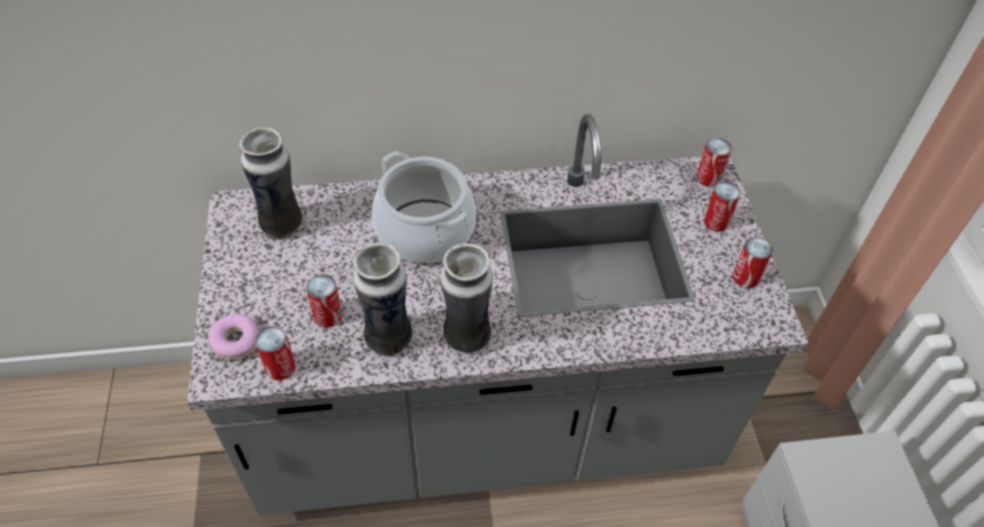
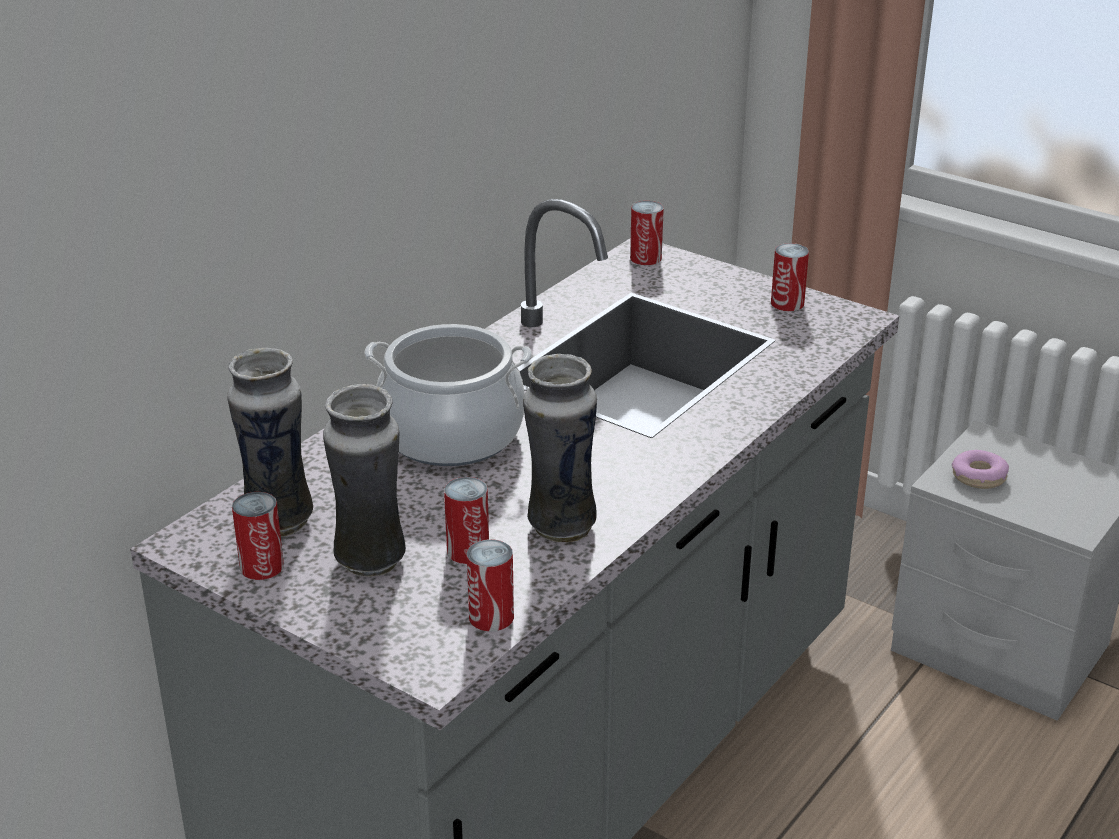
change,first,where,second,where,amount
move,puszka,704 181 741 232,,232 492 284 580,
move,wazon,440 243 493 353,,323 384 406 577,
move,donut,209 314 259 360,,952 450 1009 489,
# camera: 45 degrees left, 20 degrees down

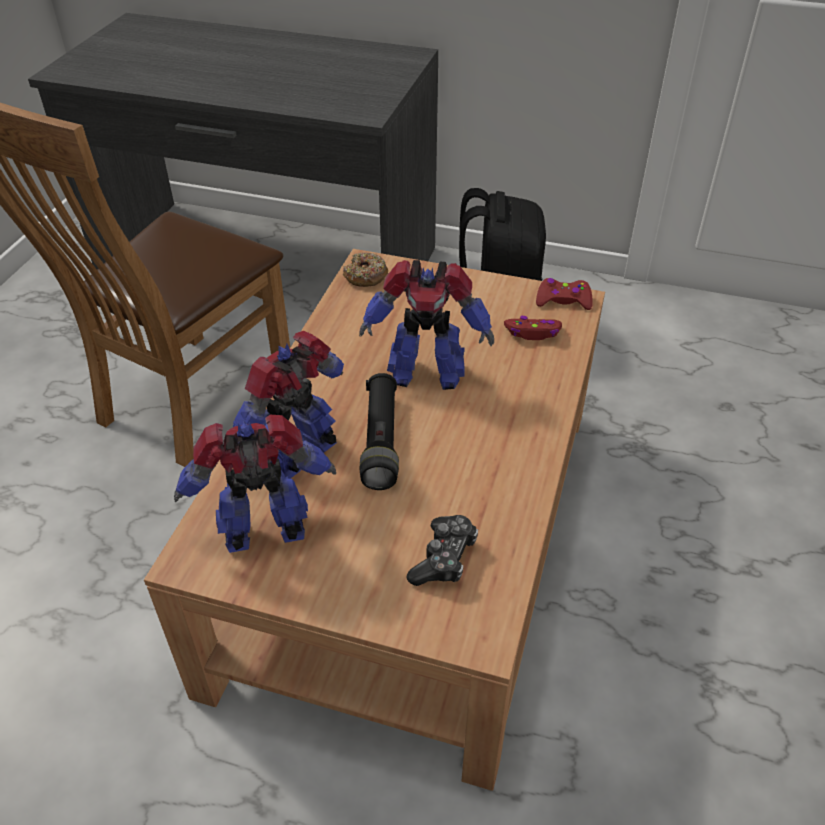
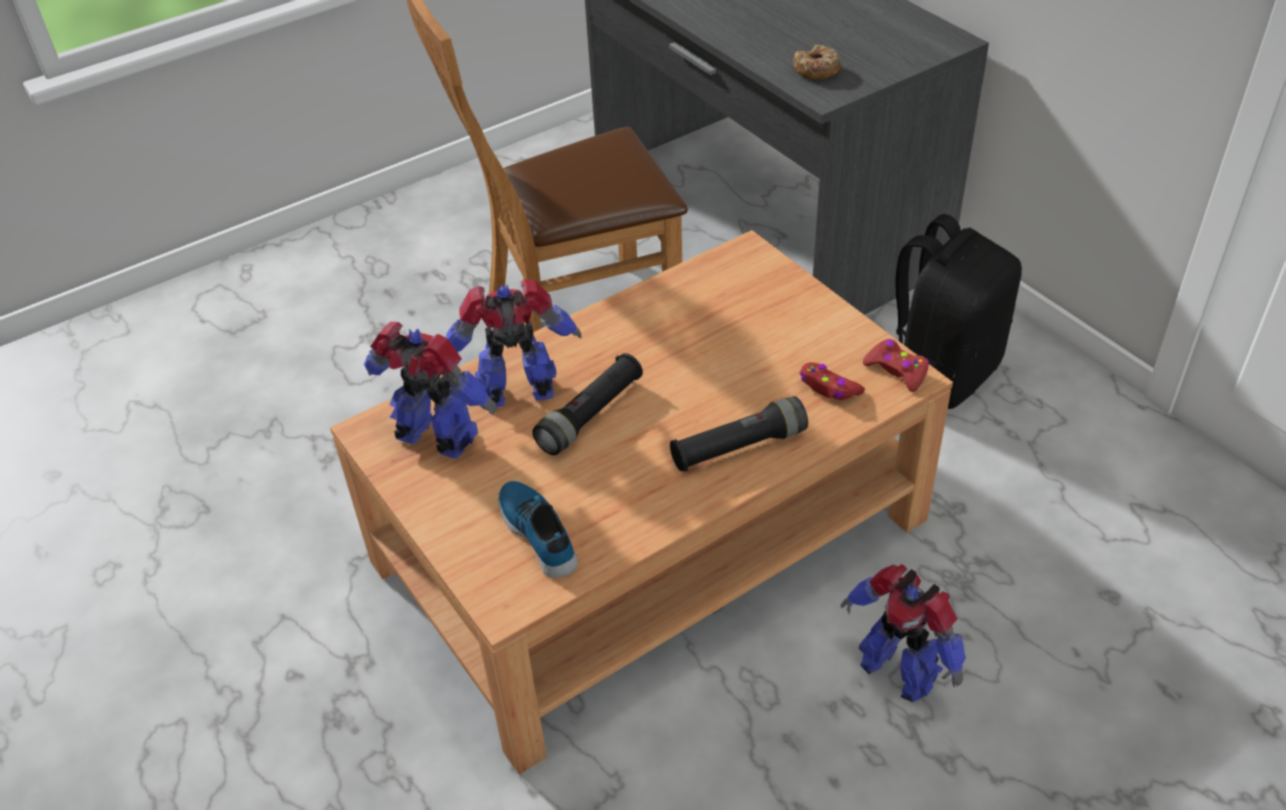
change,first,where,second,where,amount
replace,pad do gier,406 515 478 586,but,498 481 578 578,
insert,,,latarka (czarny),670 396 808 472,
move,donut,343 252 388 287,,793 45 841 80,
move,robot zabawkowy,359 260 494 390,,840 564 966 702,
# camera: 40 degrees right, 0 degrees up

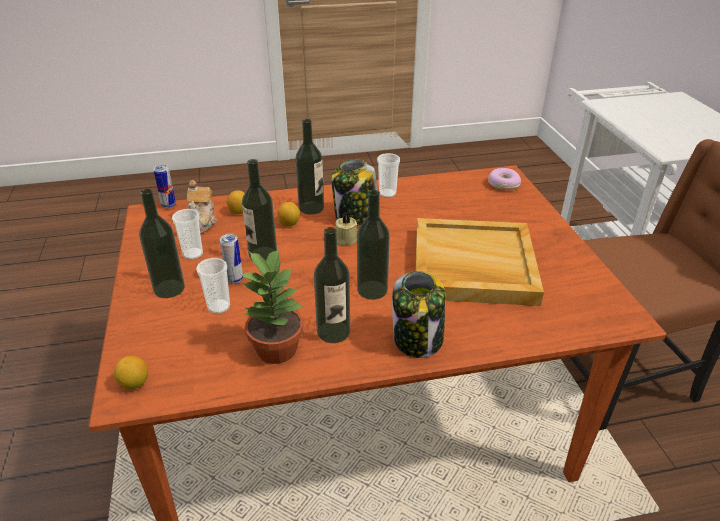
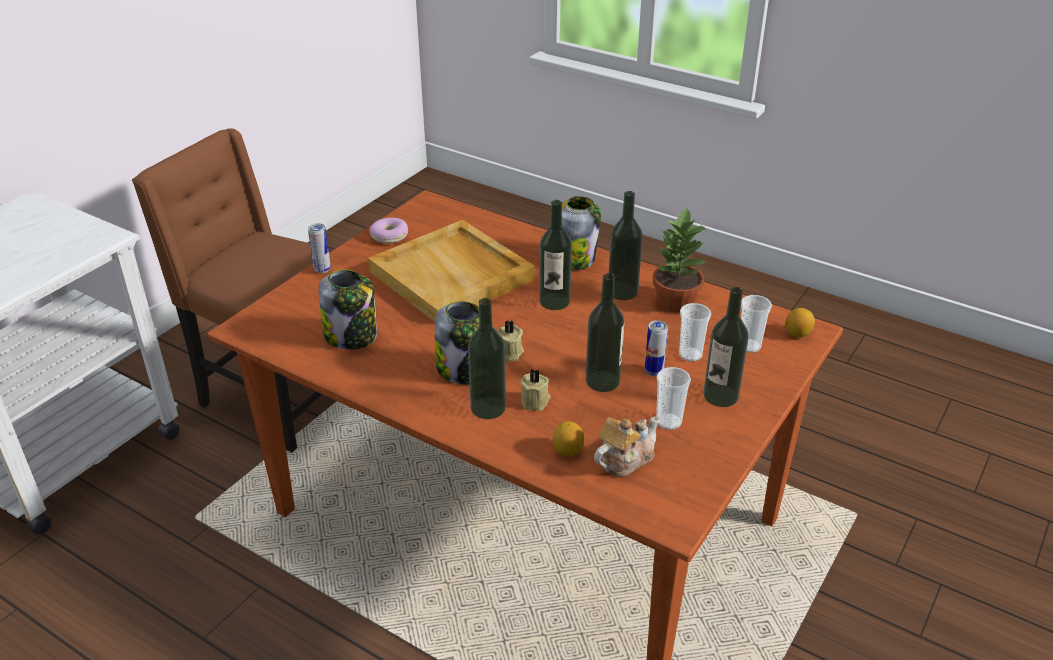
change,first,where,second,where,amount
move,puszka,153 165 176 208,,308 223 331 273,
insert,,,słoik,319 269 377 350,
move,donut,488 168 521 190,,369 218 408 244,
replace,cytryna,277 202 300 226,świeca (beżowy),521 368 551 411,
move,filiżanka,377 153 400 198,,741 295 772 353,
# camera: 135 degrees left, 0 degrees up

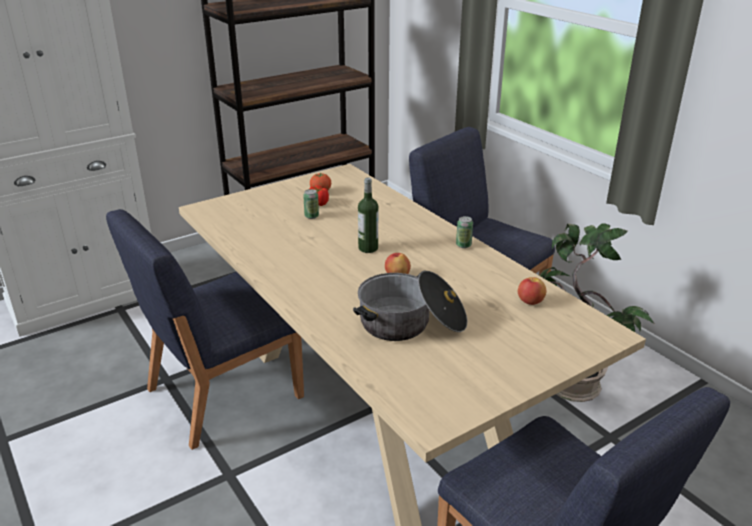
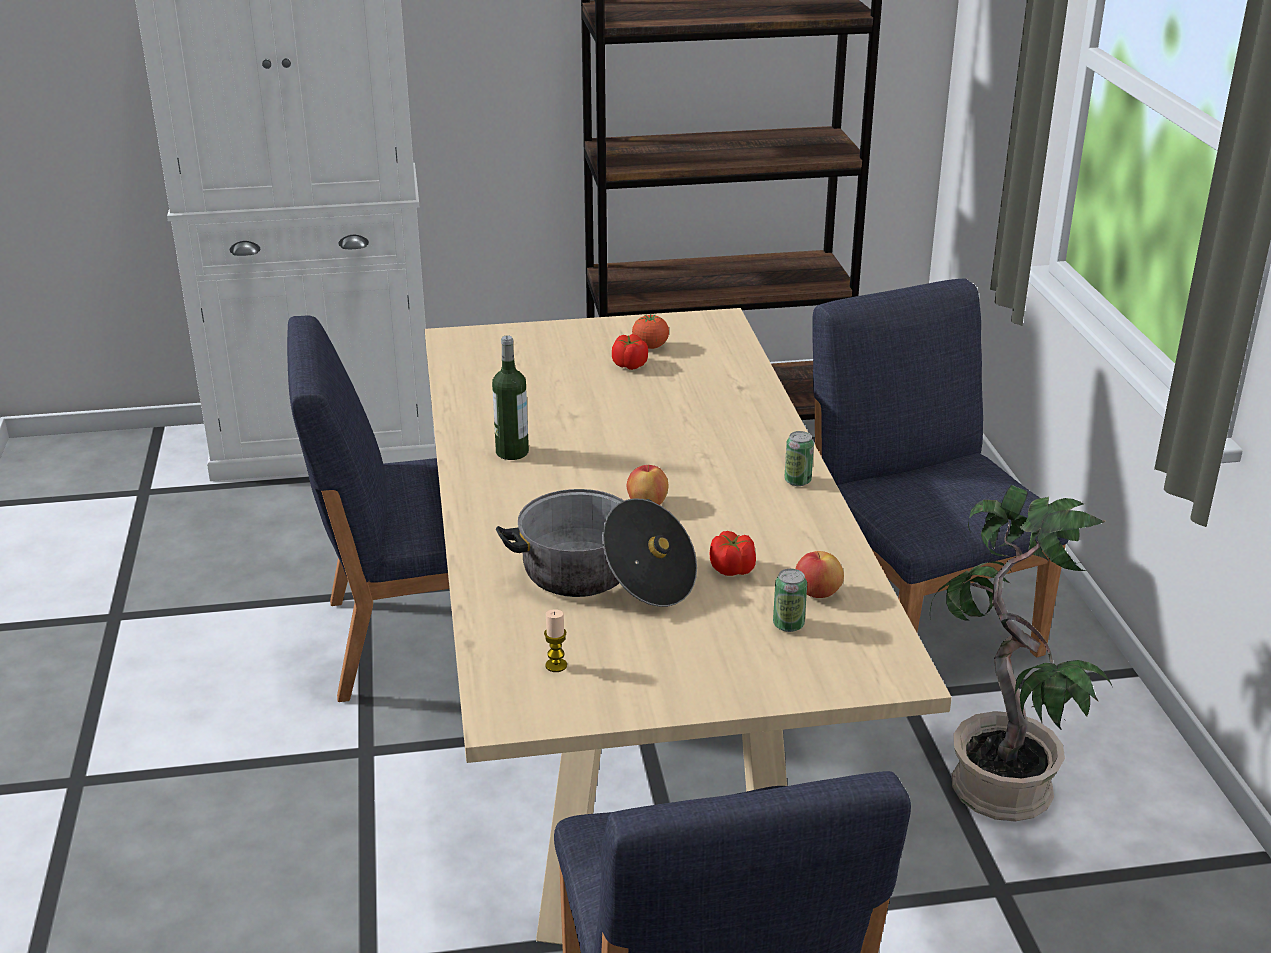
change,first,where,second,where,amount
move,butelka,358 177 378 253,,492 335 529 460,
insert,,,świeca,544 609 567 672,
insert,,,pomidor,710 531 756 576,
move,puszka,303 189 319 219,,773 569 807 632,
# camera: 25 degrees right, 0 degrees up

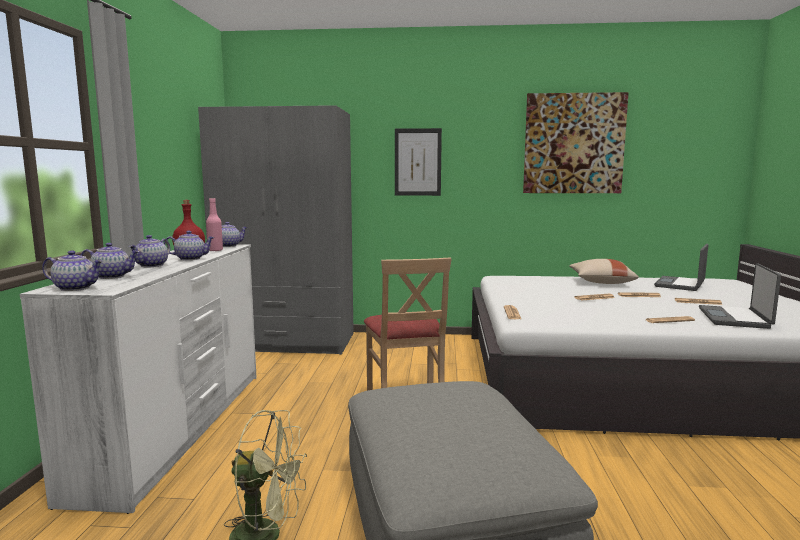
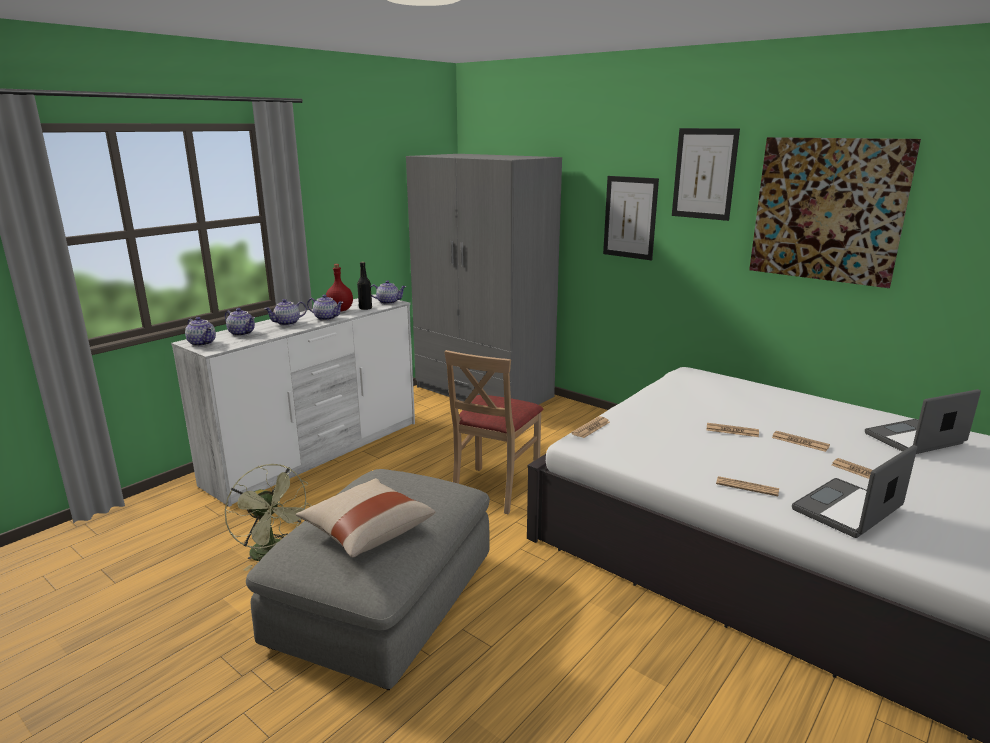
change,first,where,second,where,amount
move,poduszka (beżowy),569 259 639 284,,296 478 435 558,
recolor,butelka (różowy),206 198 223 251,butelka (czarny),357 262 372 310,
insert,,,obraz,672 128 740 221,
# camera: 35 degrees right, 10 degrees up

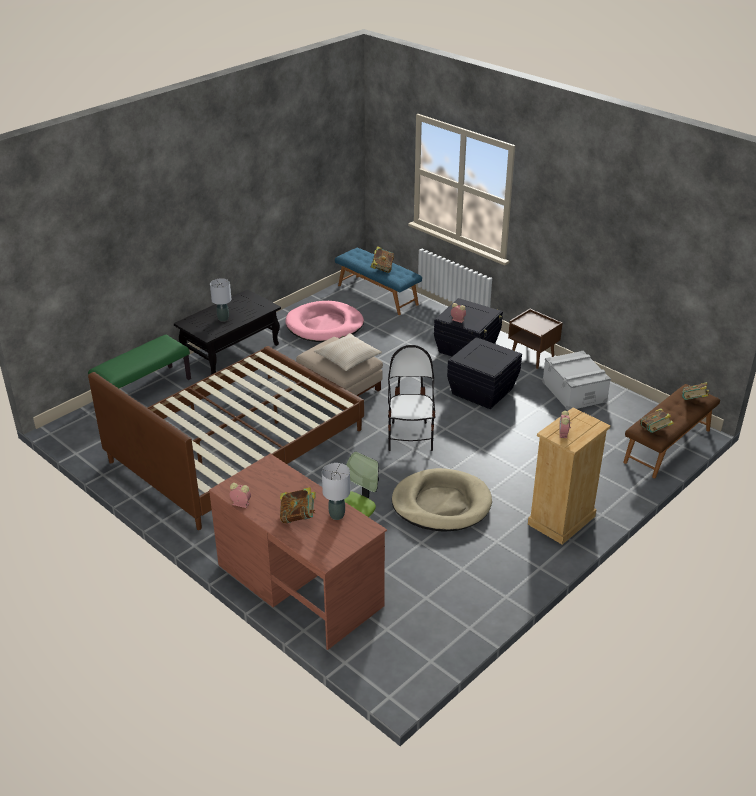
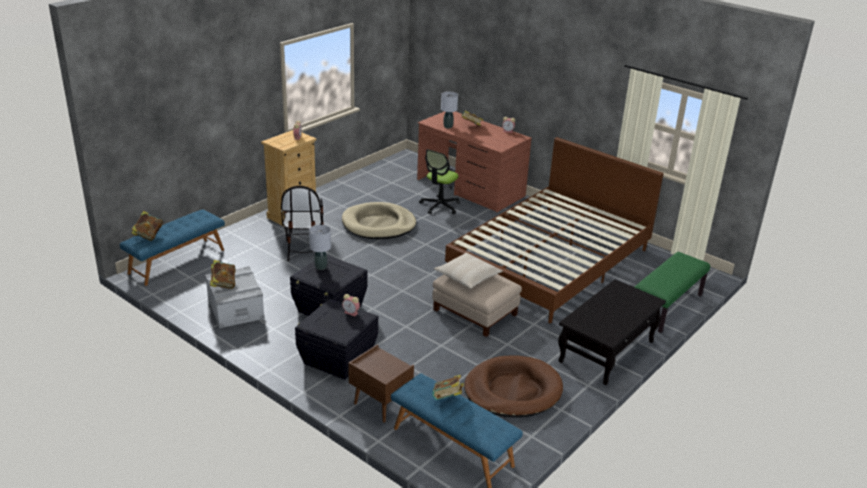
change,first,where,second,where,amount
recolor,ławka (brązowy),623 384 720 478,ławka (niebieski),120 209 225 286,
move,książka,640 408 674 433,,210 260 235 289,
move,krzesło,388 345 435 451,,281 186 323 261,
move,lampa stołowa (szary),210 278 231 322,,309 225 331 270,
move,szafka nocna (brązowy),508 309 563 369,,348 344 414 423,
recolor,legowisko (różowy),285 301 364 342,legowisko (brązowy),464 355 563 418,
# camera: 175 degrees right, 5 degrees down

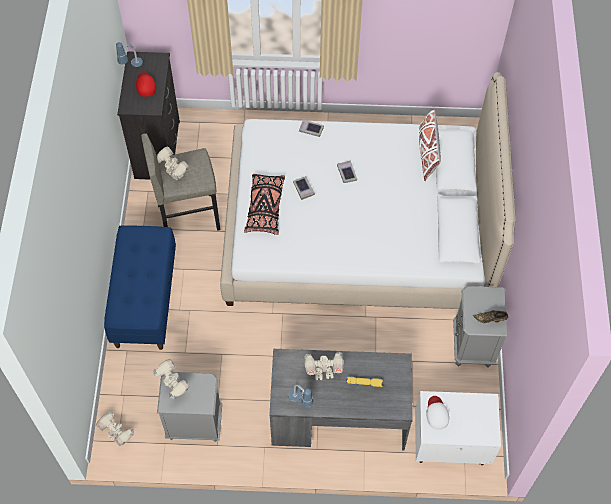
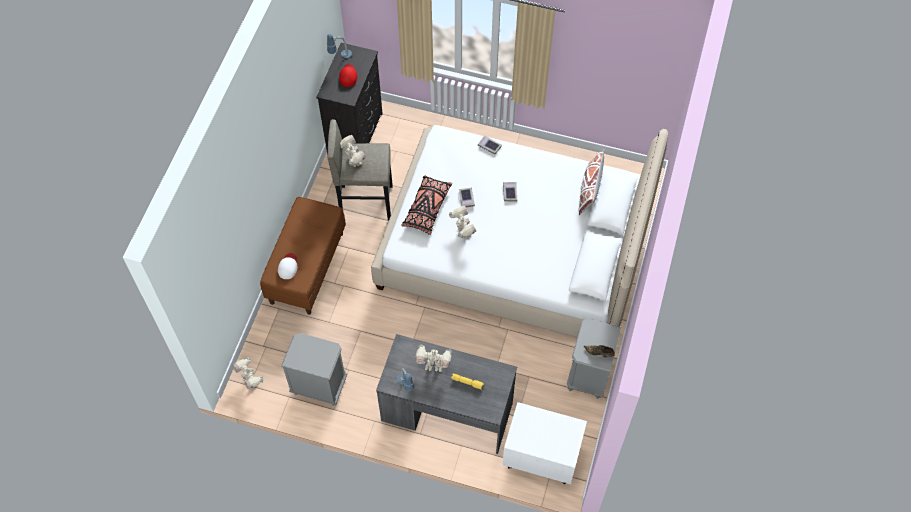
change,first,where,second,where,amount
recolor,ławka (niebieski),104 225 176 350,ławka (brązowy),260 197 346 315,
move,czapka z daszkiem (biały),426 396 449 430,,278 253 297 279,
move,robot zabawkowy,153 359 190 399,,449 206 476 239,
# camera: 15 degrees right, 0 degrees up

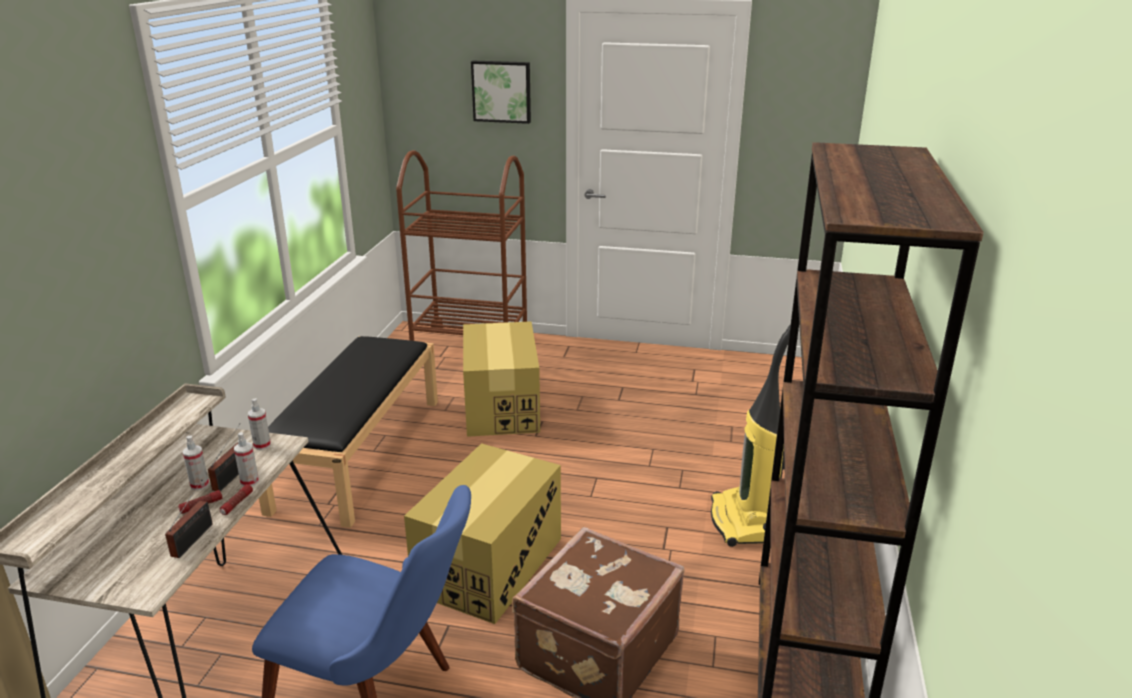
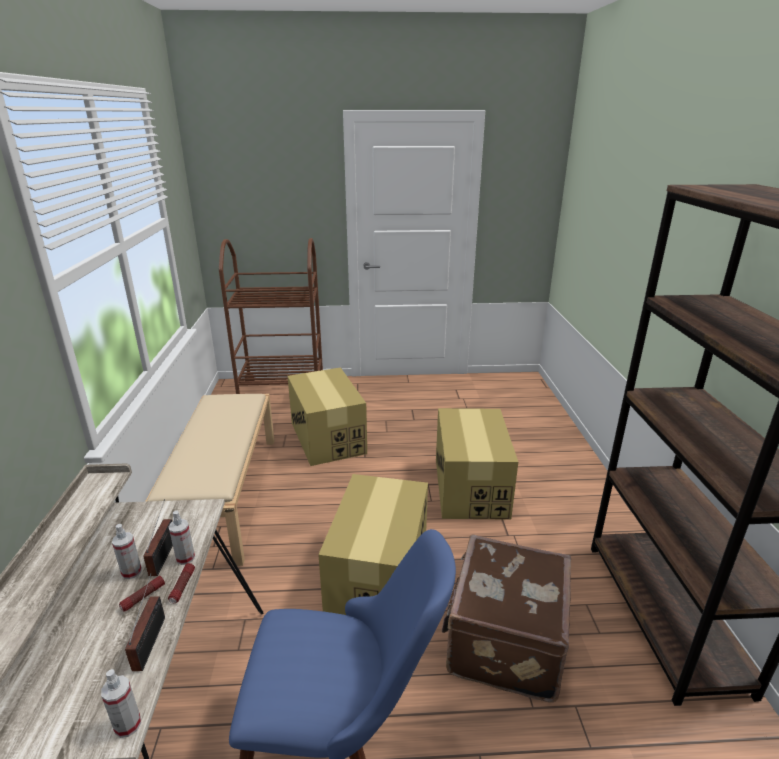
change,first,where,second,where,amount
move,spryskiwacz,248 399 271 450,,101 669 141 738,
recolor,ławka (czarny),259 336 438 528,ławka (beżowy),145 394 275 566,
insert,,,karton,436 408 518 520,
delete,obraz,471 61 531 124,,,
delete,odkurzacz,711 325 790 547,,,
# camera: 15 degrees left, 0 degrees up

